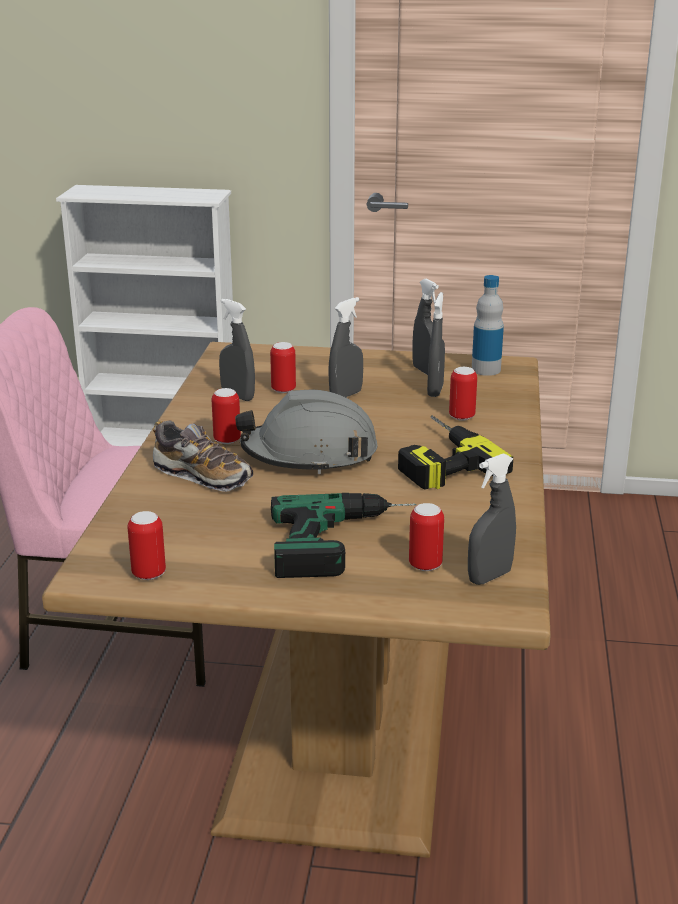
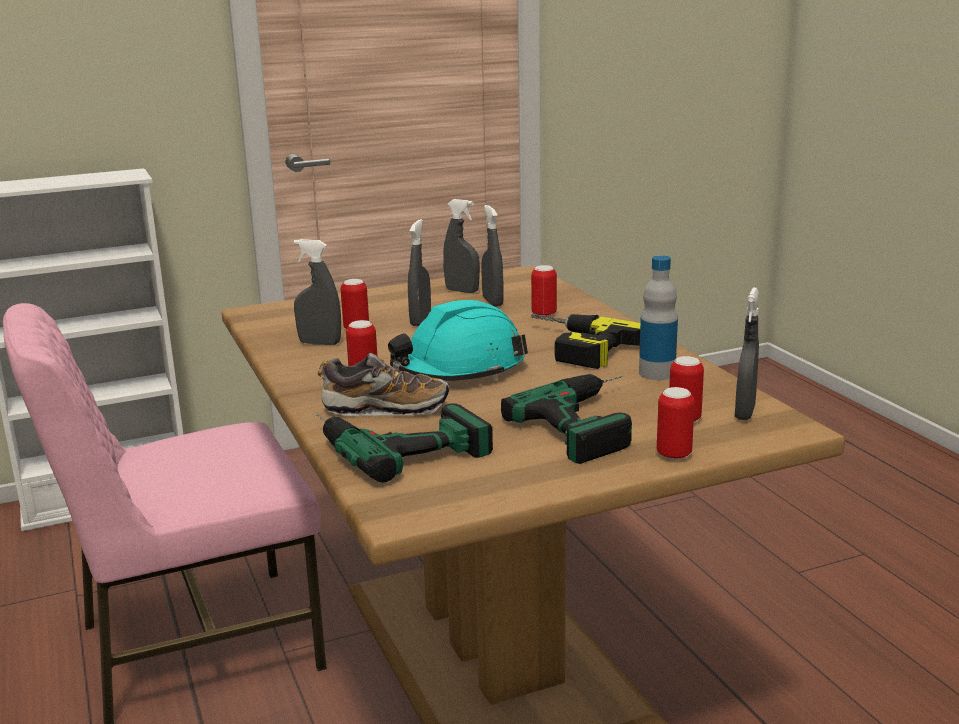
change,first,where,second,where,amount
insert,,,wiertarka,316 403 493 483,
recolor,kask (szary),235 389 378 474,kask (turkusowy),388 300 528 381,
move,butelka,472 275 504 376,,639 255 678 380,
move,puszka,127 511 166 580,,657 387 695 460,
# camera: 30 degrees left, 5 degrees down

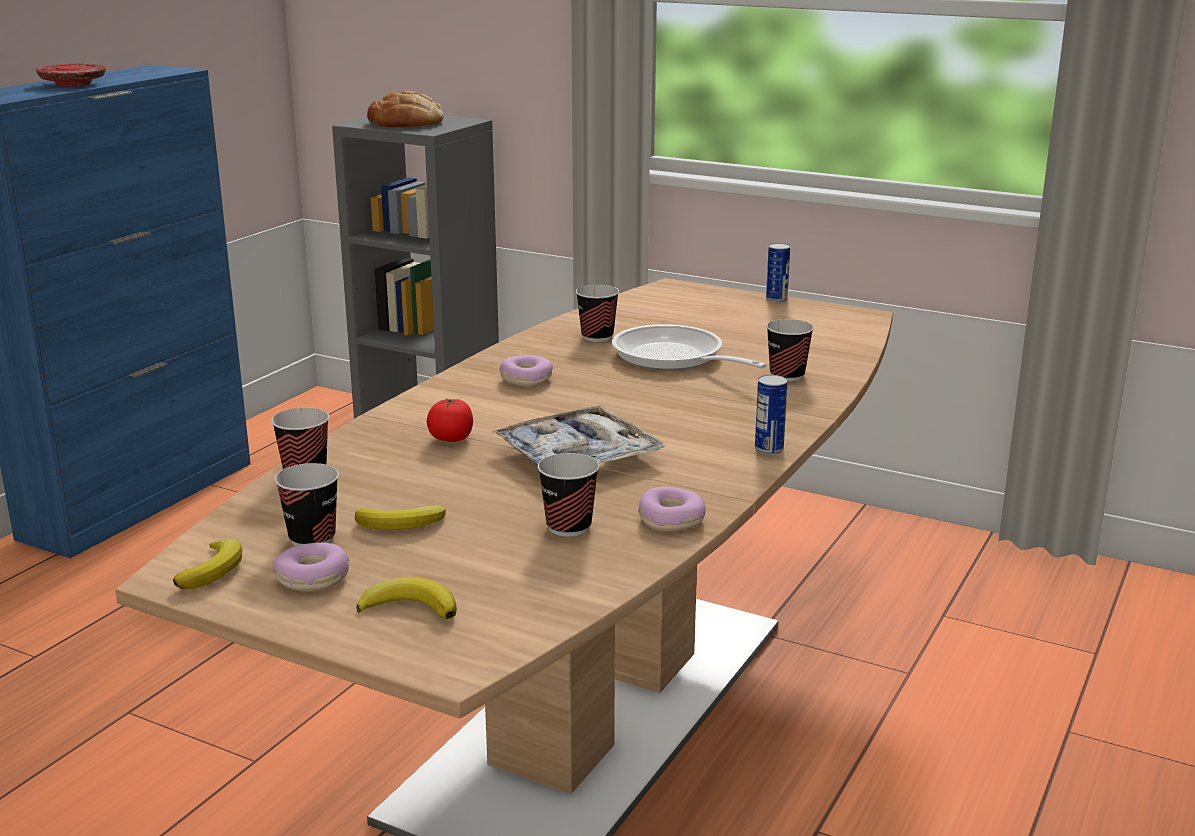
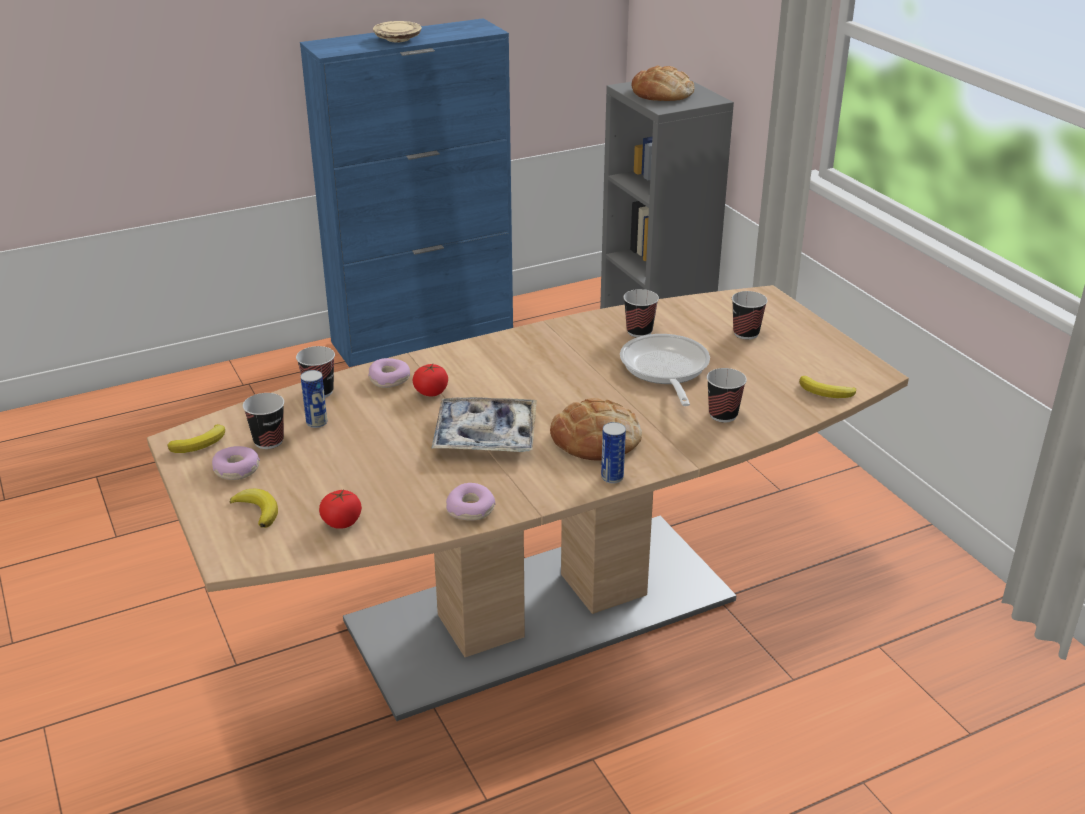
change,first,where,second,where,amount
move,puszka,766 243 790 303,,300 370 327 428,
insert,,,pomidor,319 490 362 529,
move,donut,499 355 553 387,,368 358 410 388,
recolor,talerz (czerwony),36 64 106 87,talerz (beżowy),373 21 422 43,
insert,,,chleb,550 398 642 461,
move,filiżanka,537 453 599 537,,732 291 768 340,
move,banan,355 505 446 530,,799 376 856 398,
# camera: 35 degrees right, 10 degrees up

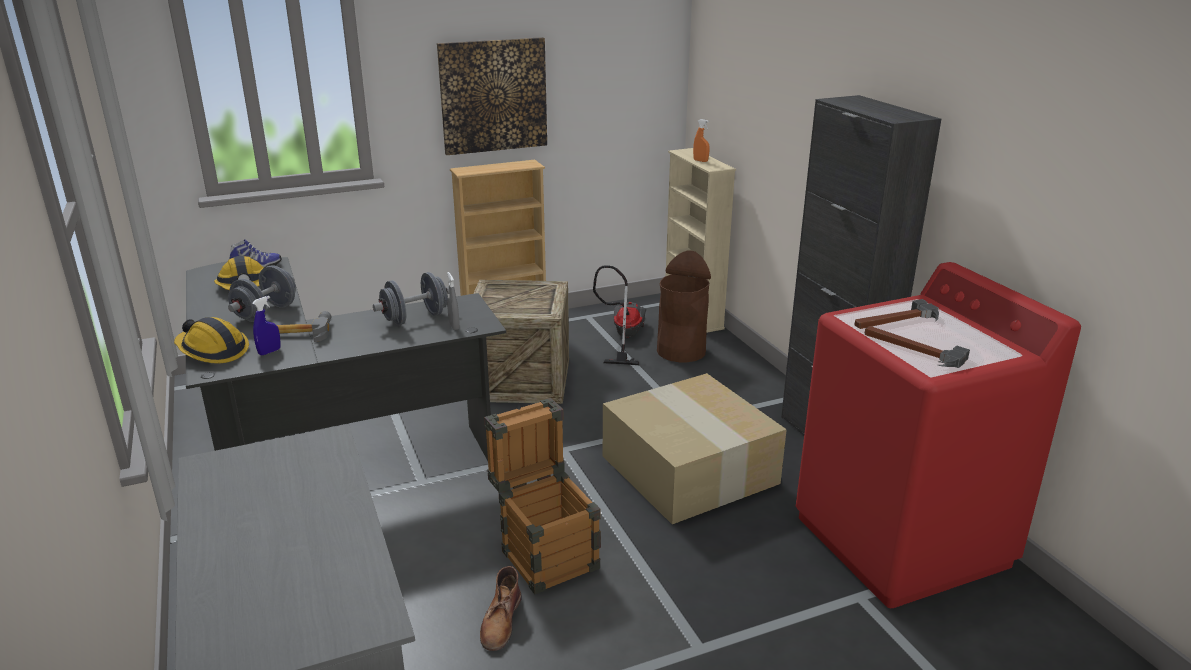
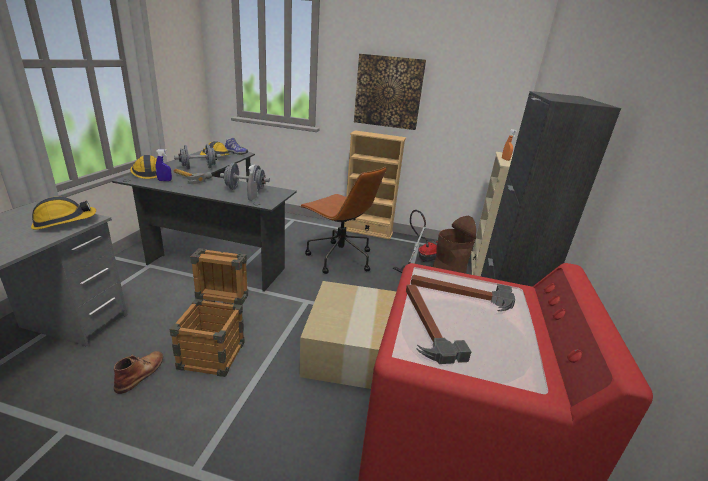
change,first,where,second,where,amount
insert,,,kask,31 197 96 230,
rotate,but z cholewką (brązowy),480 566 522 651,,113 351 163 394,150 degrees clockwise
replace,skrzynka,473 280 569 404,krzesło biurowe (brązowy),300 166 387 274,
# camera: 35 degrees right, 0 degrees up

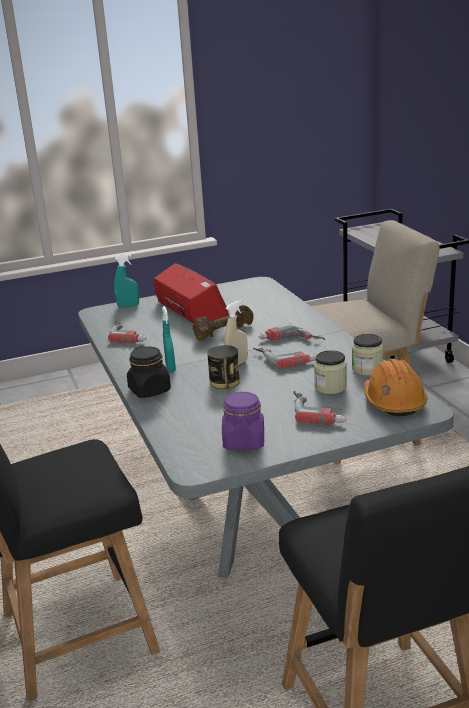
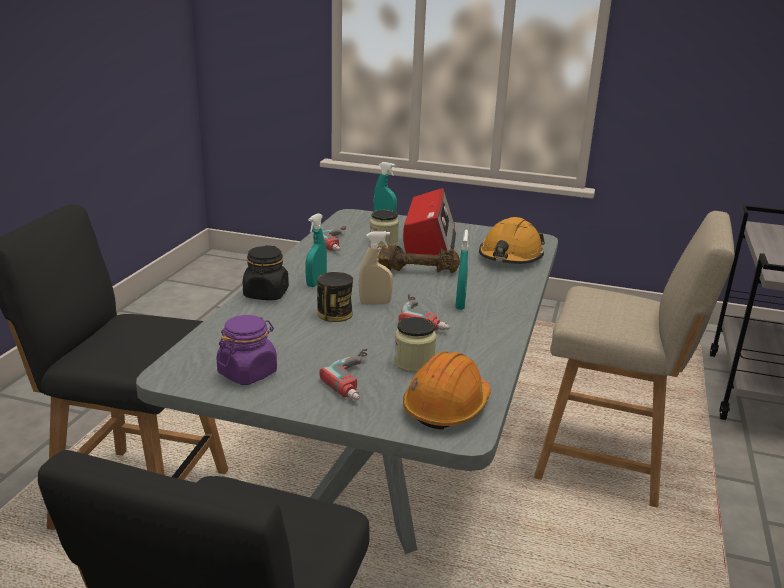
change,first,where,second,where,amount
move,słoik,352 334 384 376,,369 210 399 247,
replace,wiertarka,259 323 325 341,spryskiwacz (turkusowy),455 230 469 310,
insert,,,kask (pomarańczowy),479 217 545 264,
# camera: 35 degrees right, 0 degrees up

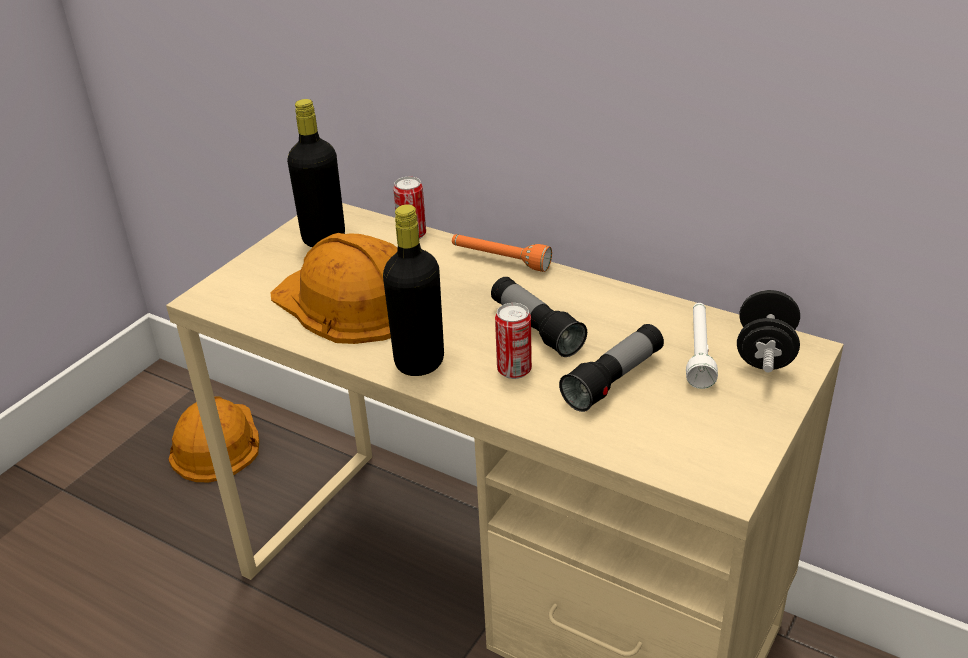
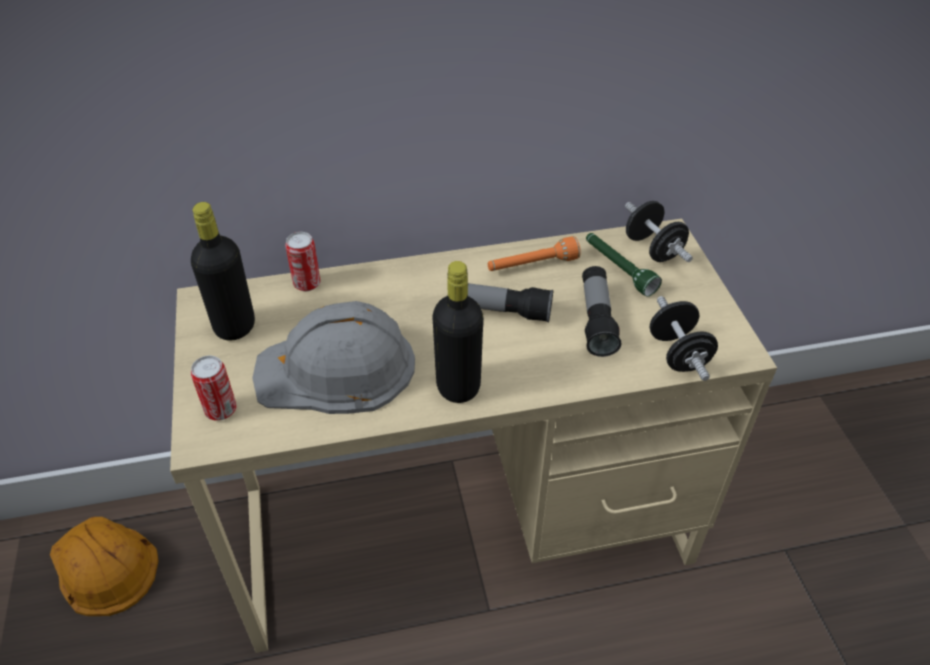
change,first,where,second,where,amount
move,puszka,495 303 532 379,,191 355 237 421,
recolor,kask (pomarańczowy),271 233 398 344,kask (szary),252 301 415 414,
move,latarka (pomarańczowy),452 234 552 272,,488 236 581 271,
recolor,latarka (biały),686 303 718 389,latarka (zielony),586 233 662 297,
insert,,,hantel (czarny),650 296 718 381,
# camera: 45 degrees left, 10 degrees up

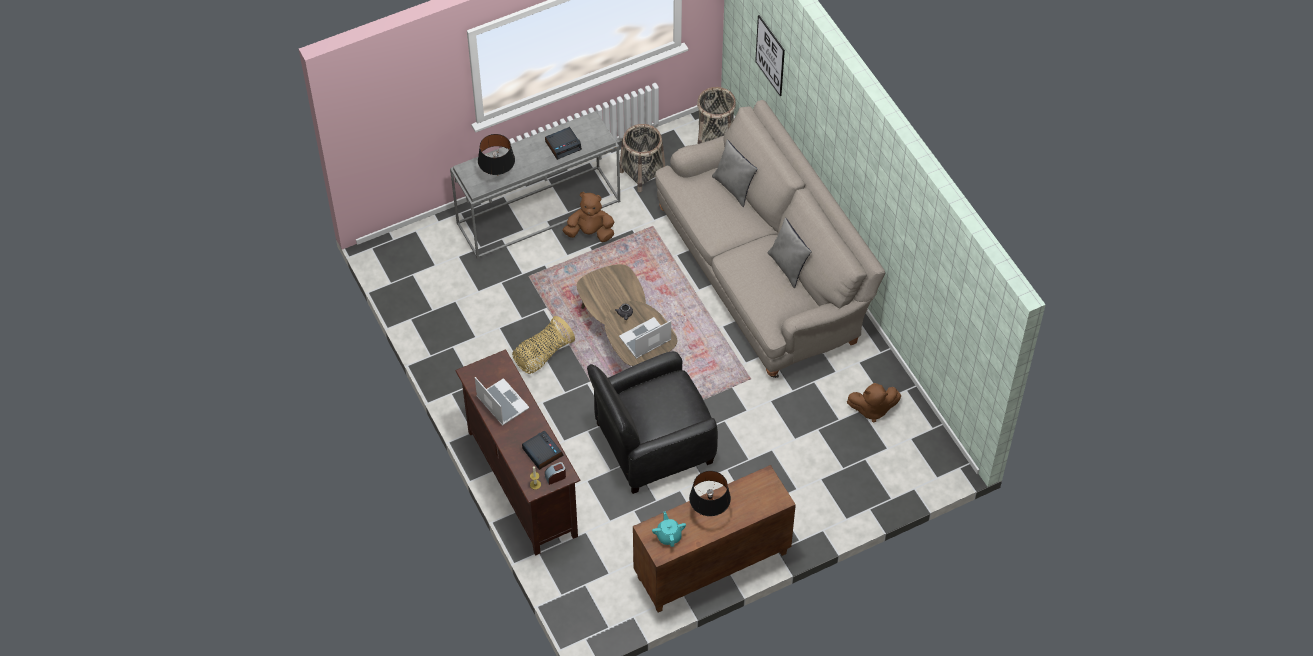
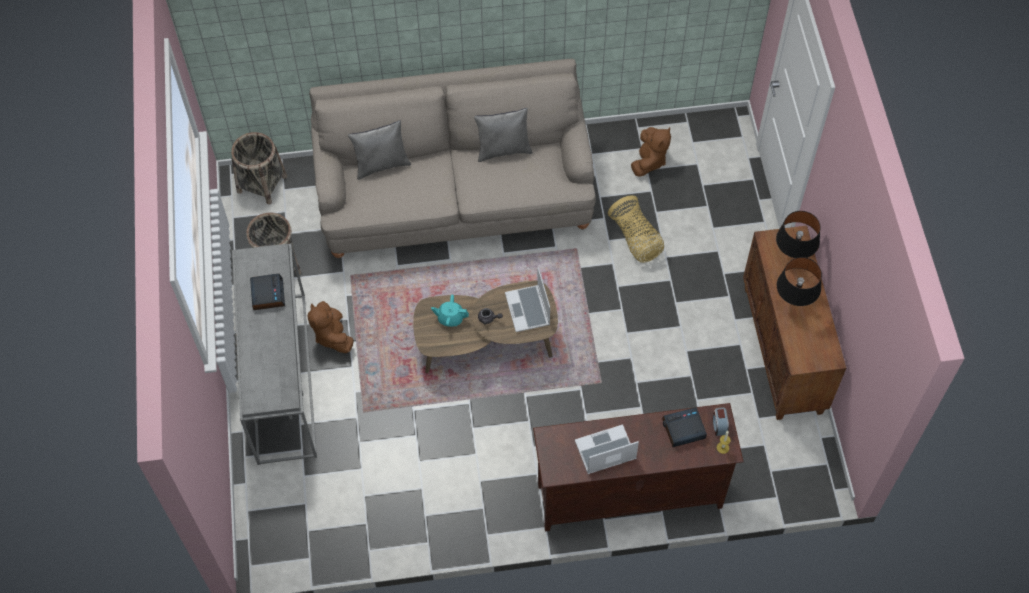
change,first,where,second,where,amount
rotate,pluszak (brązowy),562 192 614 242,,308 301 354 353,45 degrees counterclockwise
move,imbryk (turkusowy),652 511 686 547,,431 295 469 327,
move,koszyk,512 316 575 374,,608 195 664 263,
move,lampa stołowa (czarny),478 134 515 175,,776 211 820 258,
delete,fotel (czarny),587 351 718 494,,,
delete,obraz,755 15 785 96,,,
# camera: 70 degrees left, 5 degrees up

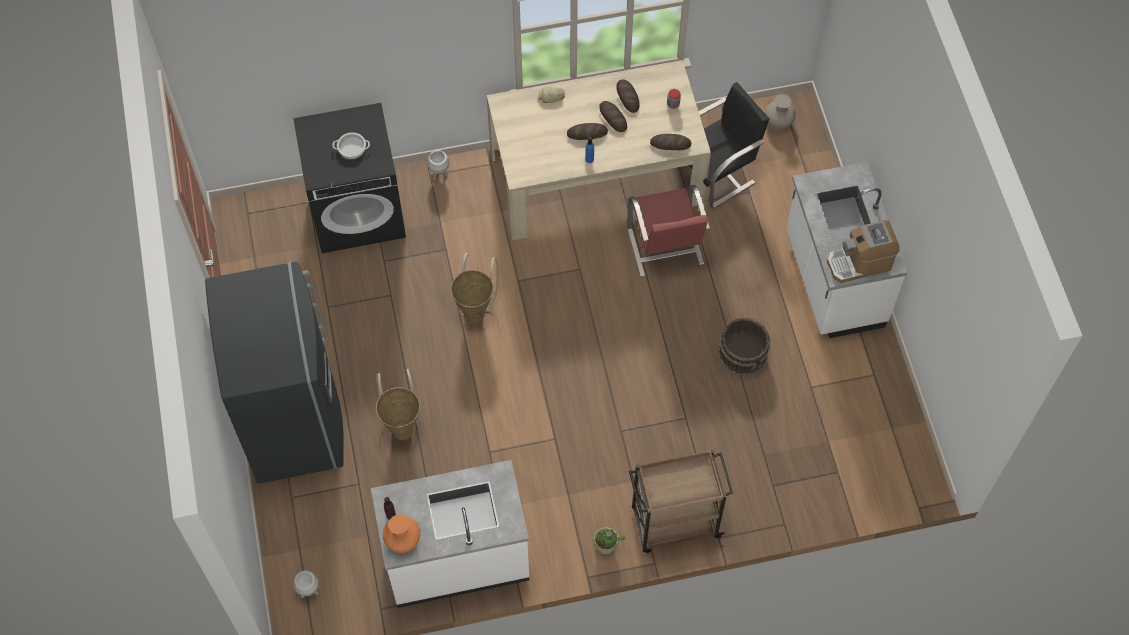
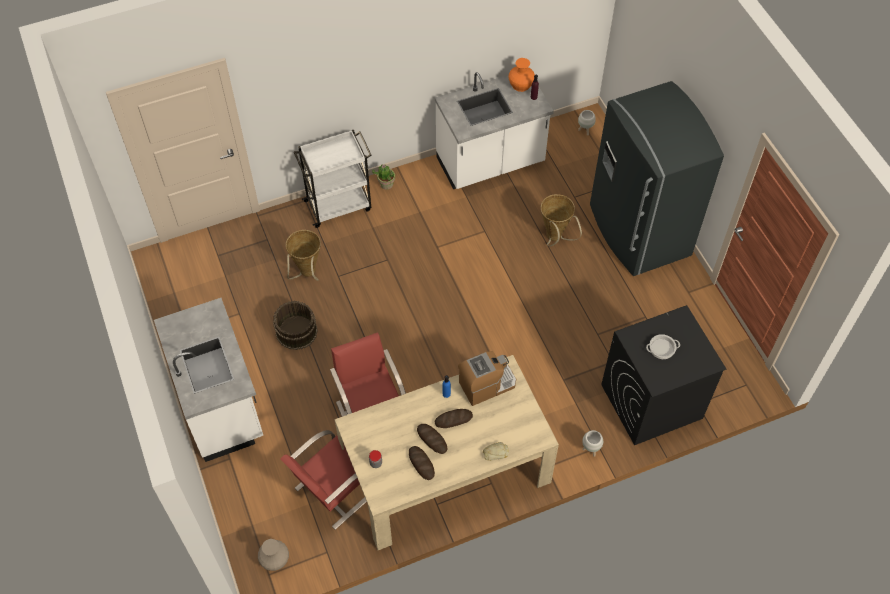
change,first,where,second,where,amount
recolor,krzesło (czarny),689 82 770 209,krzesło (czerwony),281 430 367 530,
move,koszyk,451 253 499 324,,286 230 321 281,
recolor,wózek (brązowy),629 449 733 553,wózek (biały),294 130 371 228,
move,ekspres do kawy,827 220 900 283,,458 351 516 406,
delete,chleb,650 134 691 150,,,
# camera: 170 degrees right, 5 degrees down

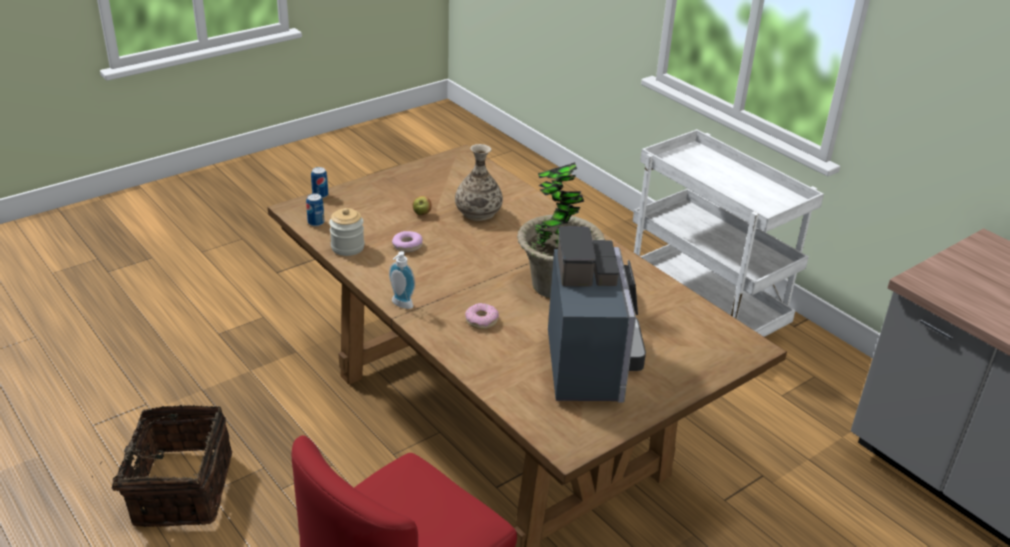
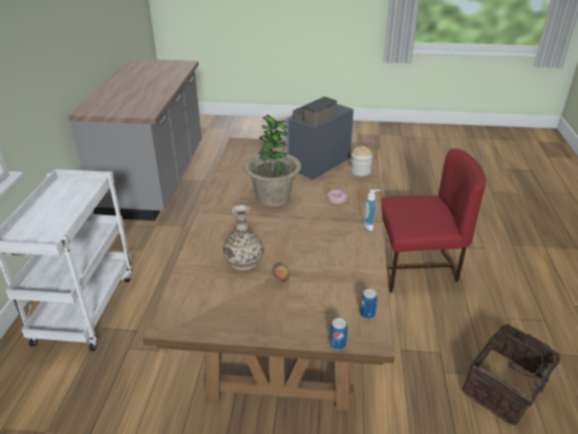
change,first,where,second,where,amount
move,słoik,329 208 364 256,,350 146 373 177,
delete,donut,392 231 423 252,,,
# camera: 135 degrees left, 0 degrees up

